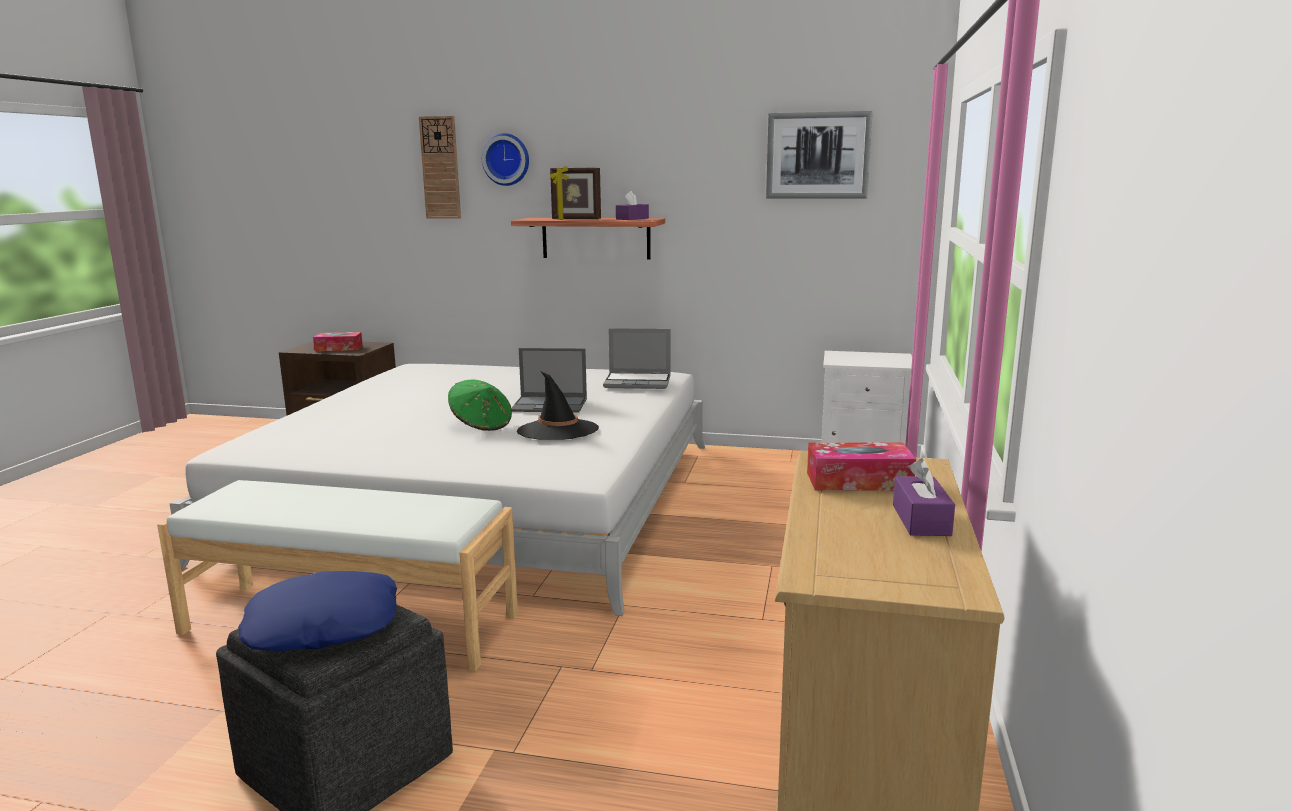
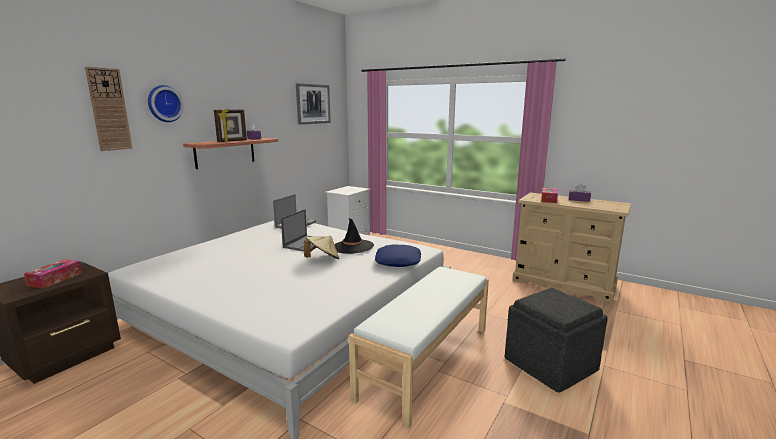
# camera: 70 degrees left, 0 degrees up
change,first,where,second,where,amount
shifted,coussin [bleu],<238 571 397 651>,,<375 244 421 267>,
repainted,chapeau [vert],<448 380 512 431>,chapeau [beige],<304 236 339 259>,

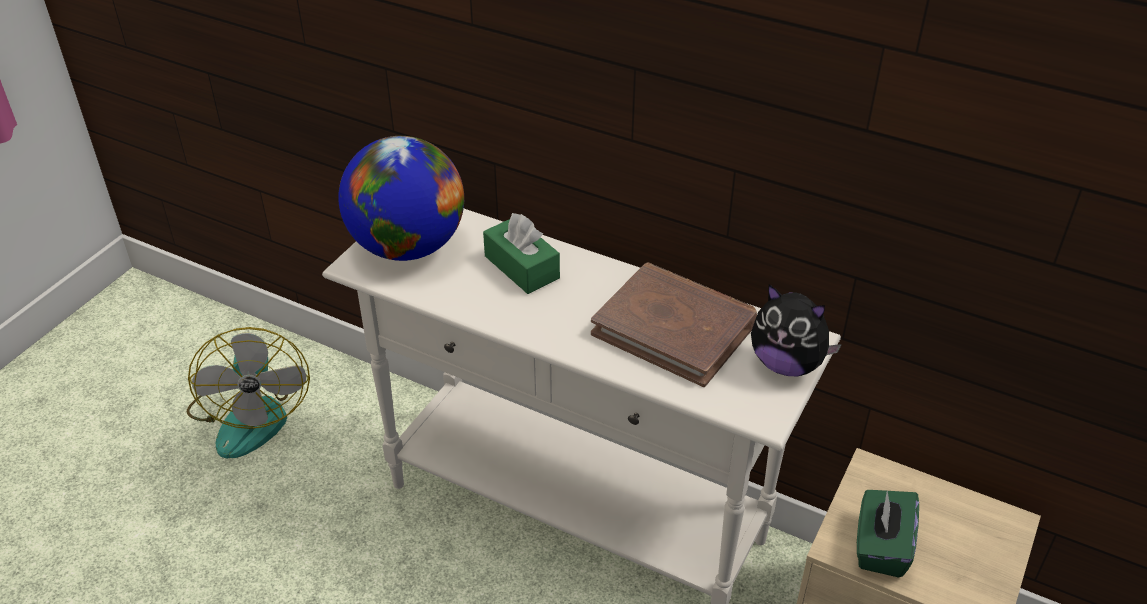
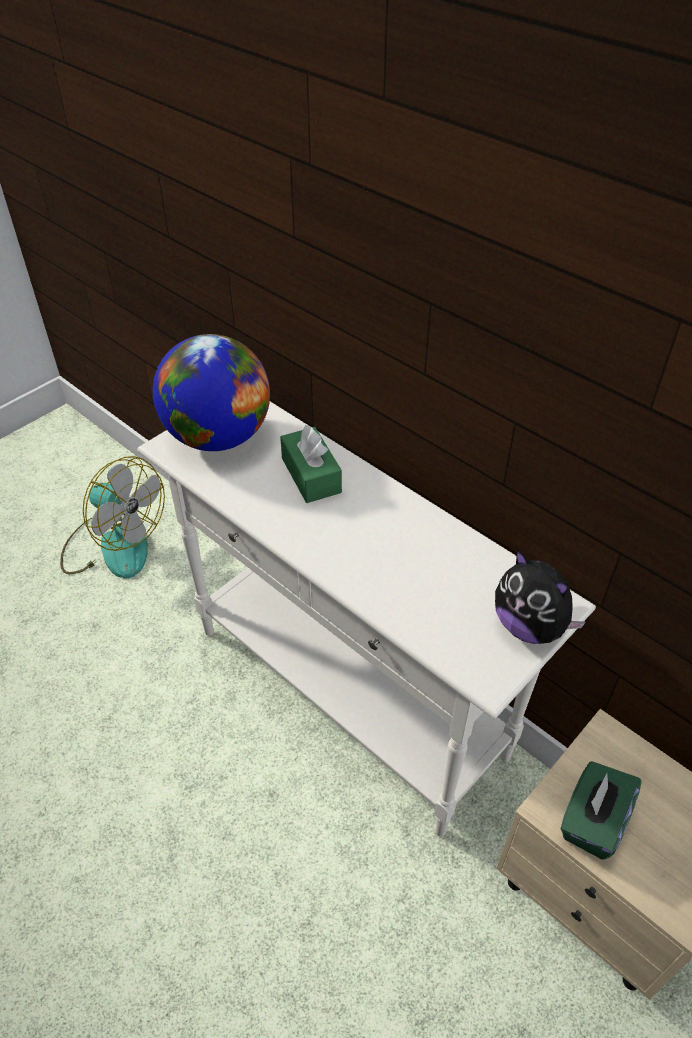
# camera: 15 degrees right, 5 degrees up
change,first,where,second,where,amount
rotated,ventilateur,<187 327 310 459>,,<60 456 165 579>,60 degrees counterclockwise
gone,livre [marron],<591 263 757 387>,,,

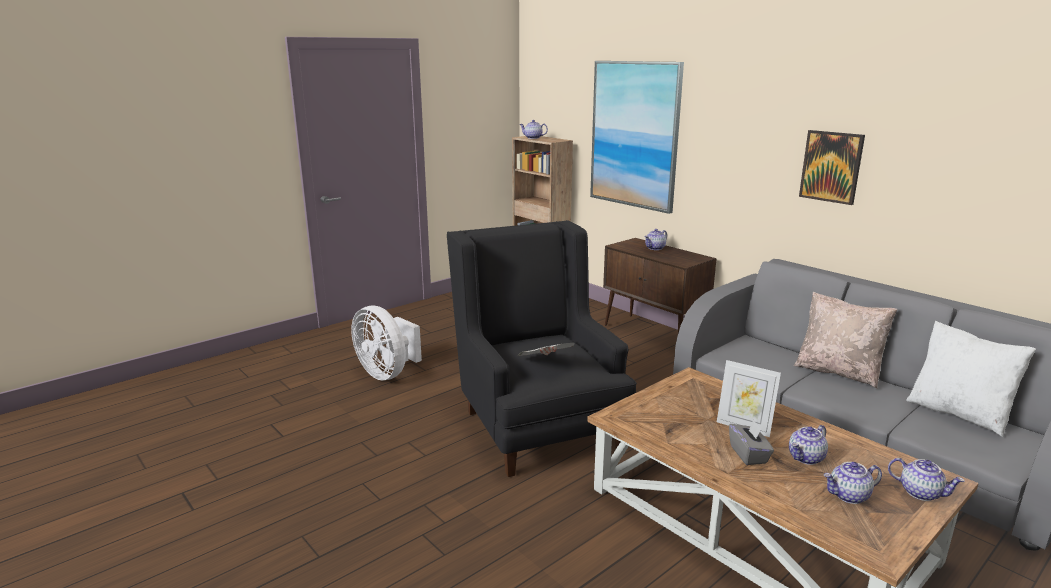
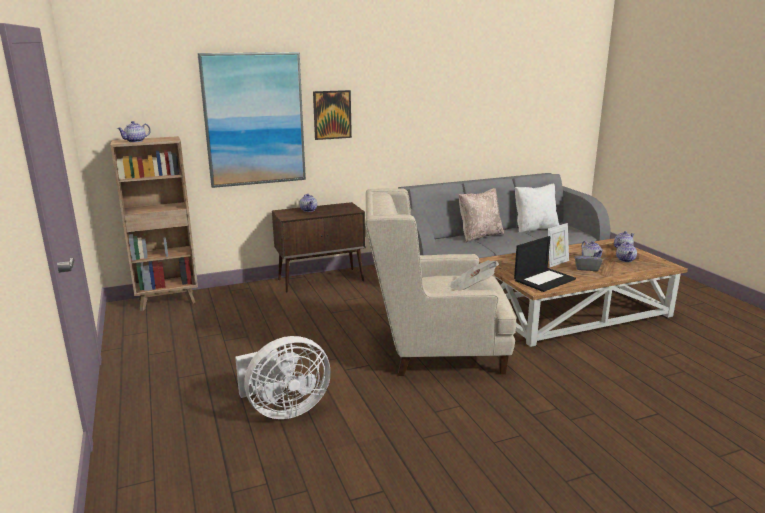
# camera: 70 degrees left, 0 degrees up
change,first,where,second,where,amount
repainted,fauteuil [noir],<447 220 637 477>,fauteuil [beige],<365 188 516 376>,
shifted,tableau,<799 130 865 205>,,<313 90 352 140>,
new,,,ordinateur portable,<514 236 576 292>,

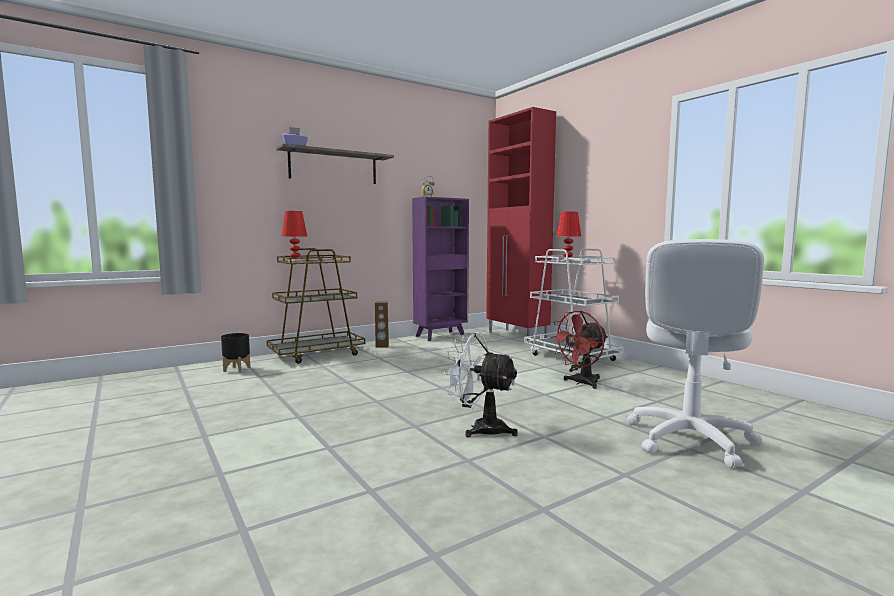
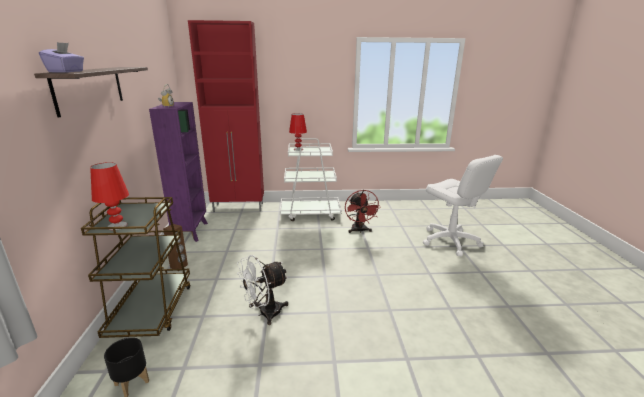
# camera: 60 degrees left, 15 degrees up
change,first,where,second,where,amount
shifted,ventilateur [blanc],<444 332 518 437>,,<237 255 288 325>,

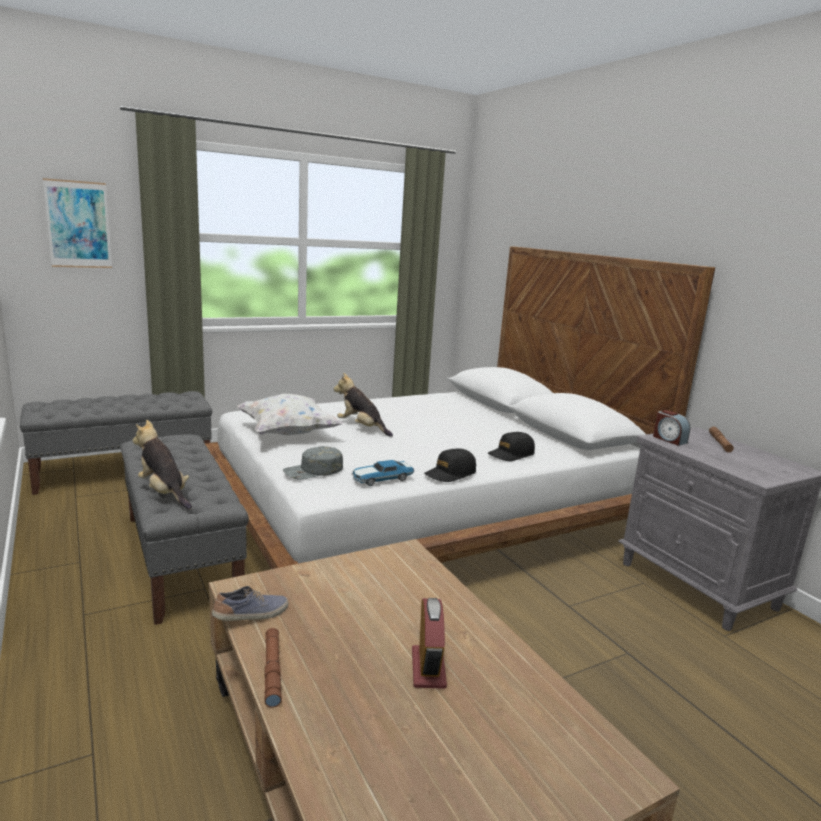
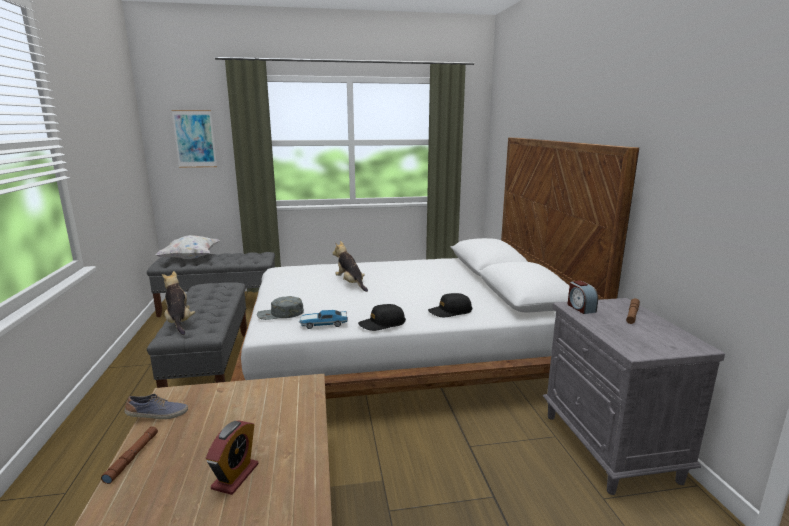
# camera: 20 degrees right, 0 degrees up
change,first,where,second,where,amount
shifted,coussin [blanc],<238 394 343 436>,,<156 235 220 259>,

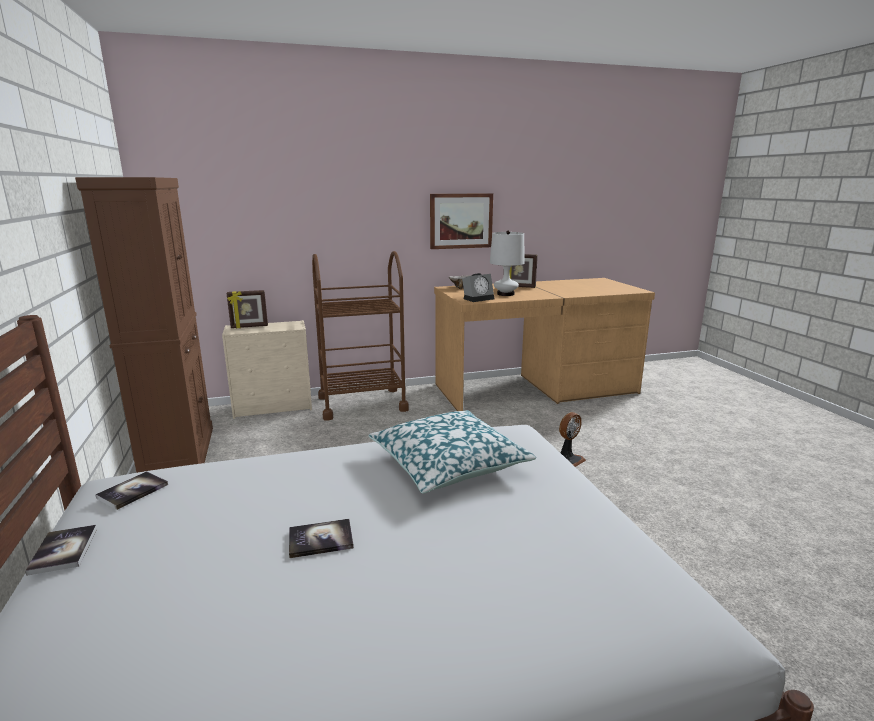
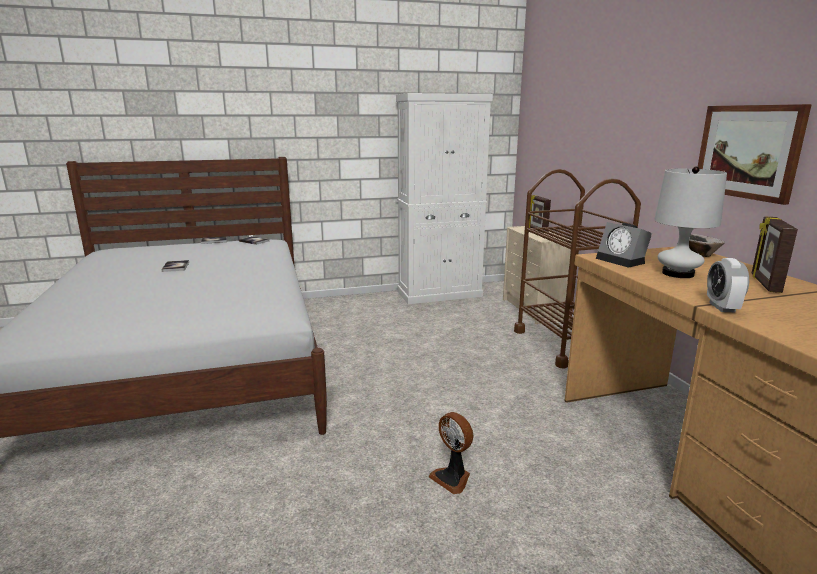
# camera: 90 degrees right, 0 degrees up
change,first,where,second,where,amount
repainted,meuble de rangement [marron],<75 177 213 473>,meuble de rangement [blanc],<396 93 493 304>,
gone,coussin,<368 410 536 494>,,,
new,,,réveil,<707 258 749 312>,

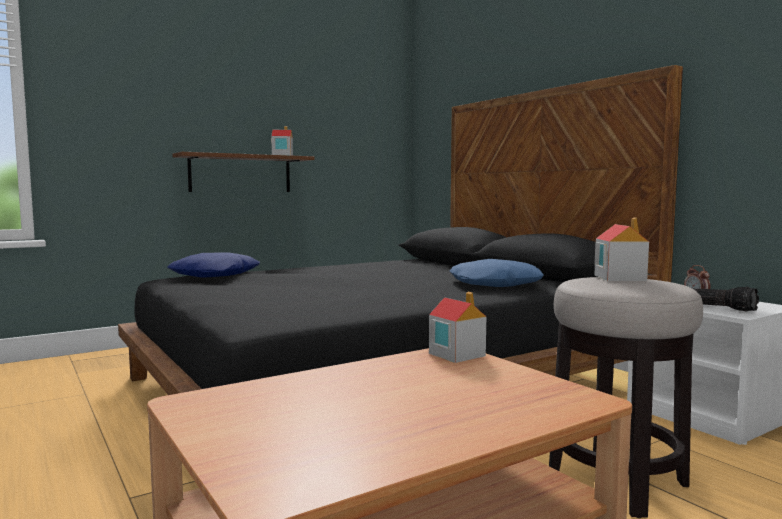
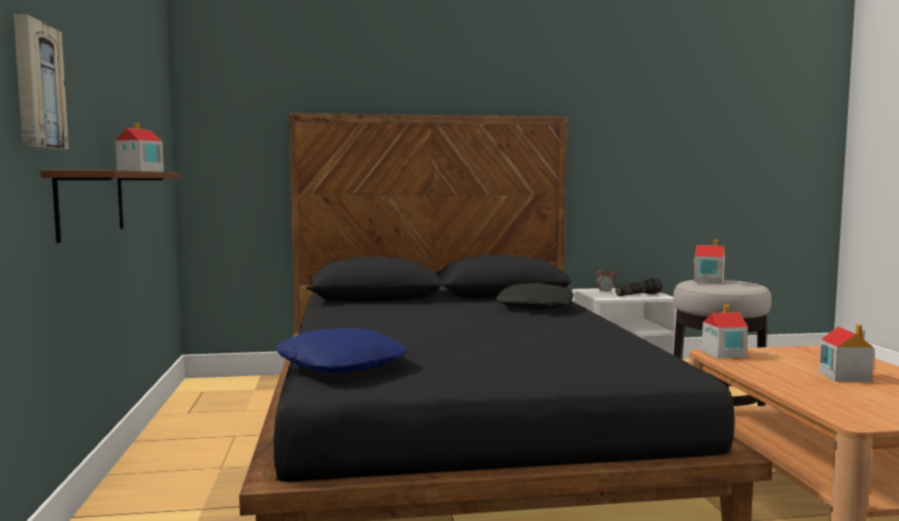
# camera: 65 degrees left, 0 degrees up
change,first,where,second,where,amount
repainted,coussin [bleu],<450 259 544 287>,coussin [noir],<496 283 573 310>,
new,,,tableau,<14 14 69 149>,
new,,,maison miniature,<819 324 874 382>,

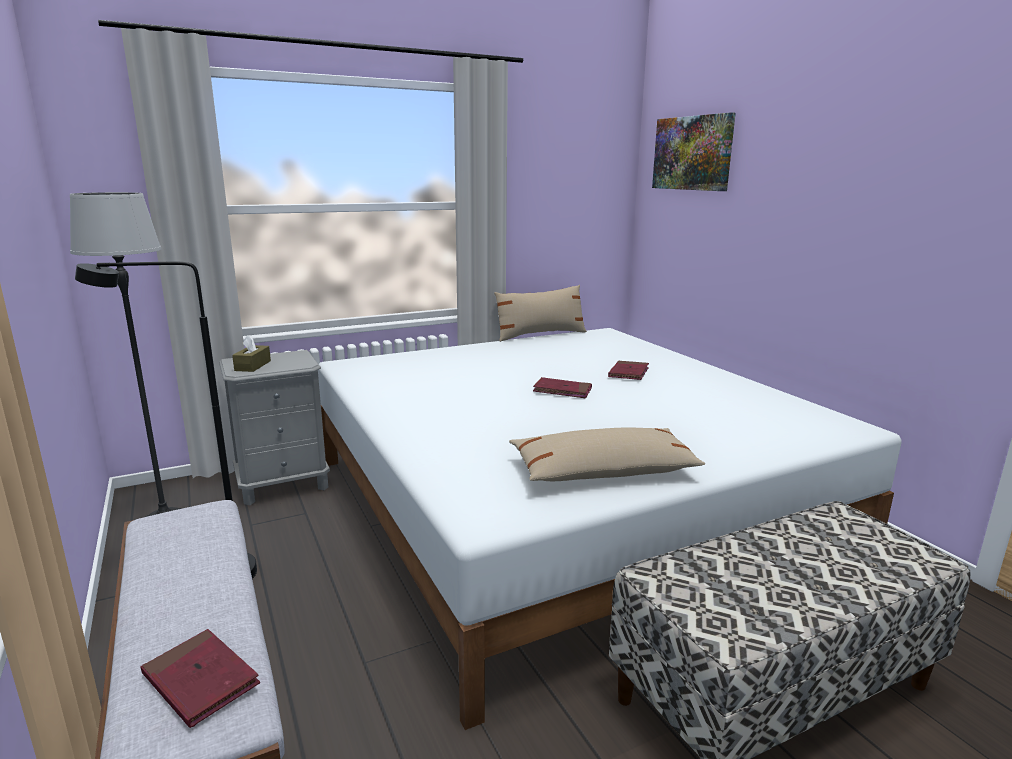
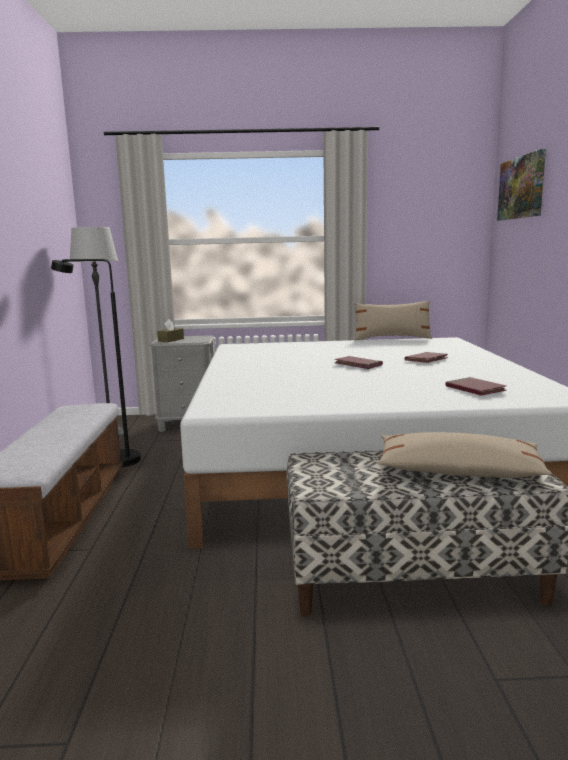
# camera: 25 degrees right, 5 degrees down
change,first,where,second,where,amount
shifted,livre [rouge],<141 629 260 728>,,<446 377 506 396>,
shifted,coussin [beige],<509 427 705 481>,,<377 432 552 478>,

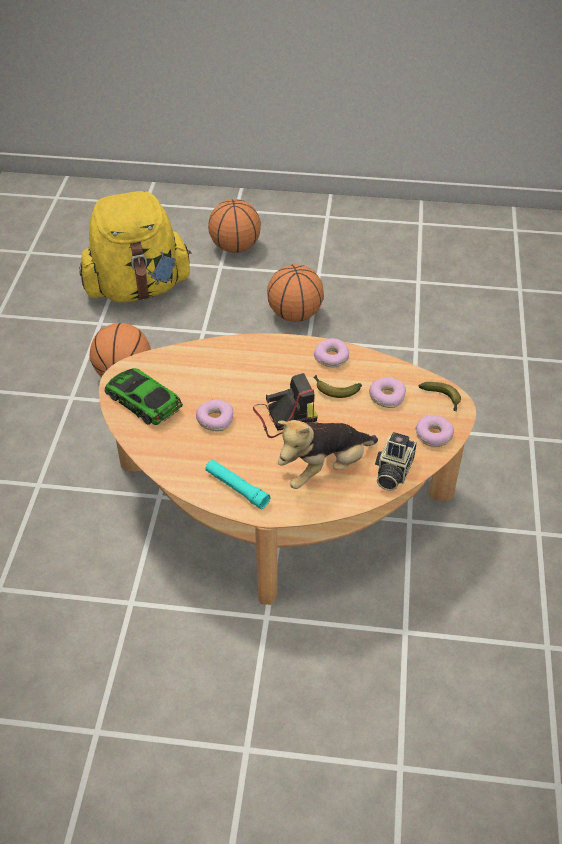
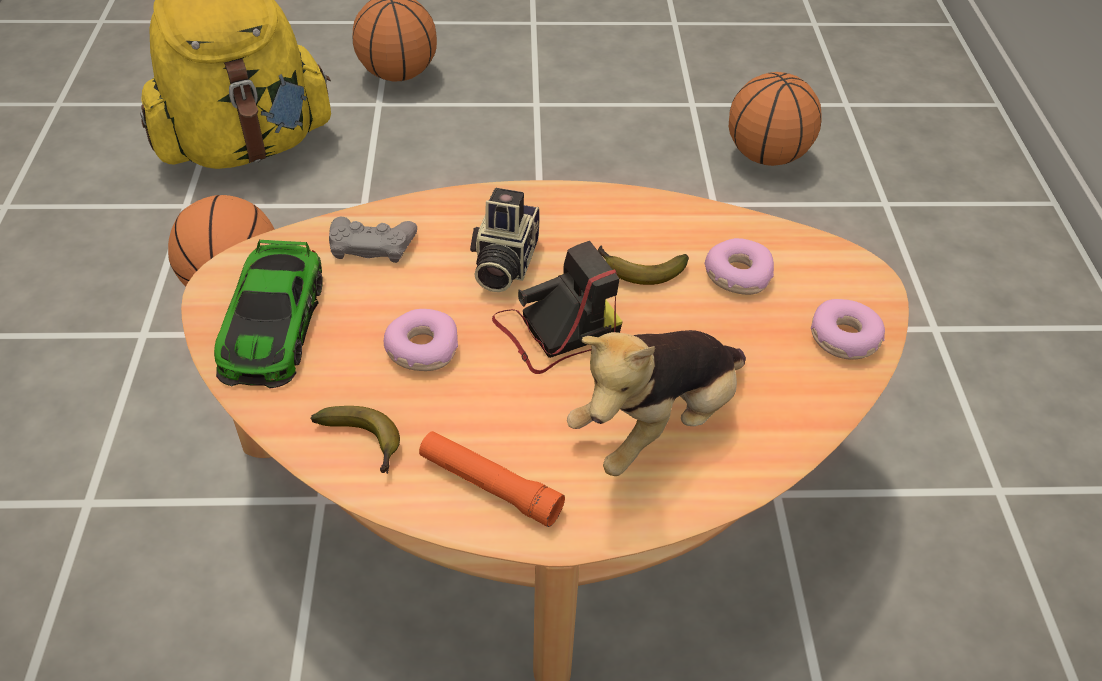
# camera: 10 degrees left, 0 degrees up
change,first,where,second,where,amount
rotated,petite voiture,<105 368 183 425>,,<214 240 323 389>,120 degrees counterclockwise
repainted,lampe de poche [turquoise],<205 460 270 509>,lampe de poche [orange],<419 431 565 527>,
shifted,ballon de basket,<267 264 324 322>,,<729 72 821 166>,
gone,beignet,<314 338 349 367>,,,
shifted,appareil photo,<375 432 417 491>,,<470 188 540 292>,
shifted,banane,<419 382 461 412>,,<311 406 400 474>,
new,,,manette [gris],<329 217 417 263>,

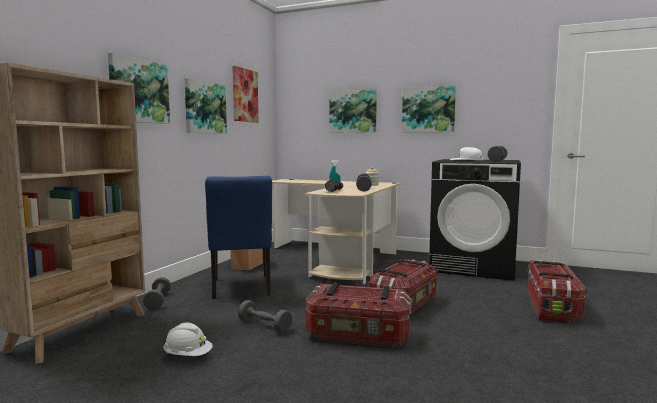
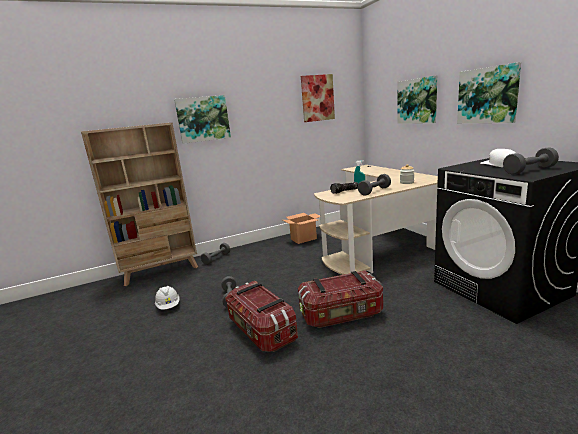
# camera: 45 degrees right, 10 degrees up
change,first,where,second,where,amount
gone,tableau,<185 78 227 134>,,,
gone,chaise [bleu],<205 176 272 299>,,,
gone,boîte de rangement,<528 260 587 323>,,,

